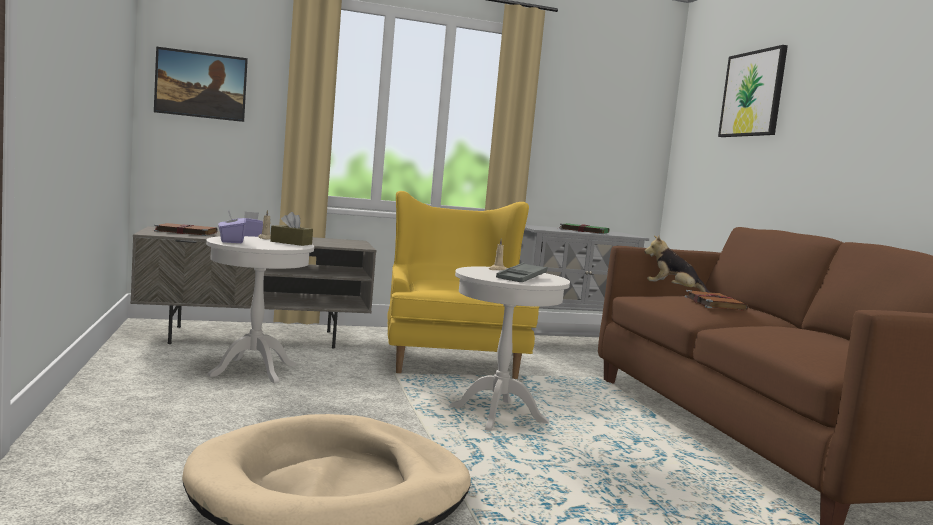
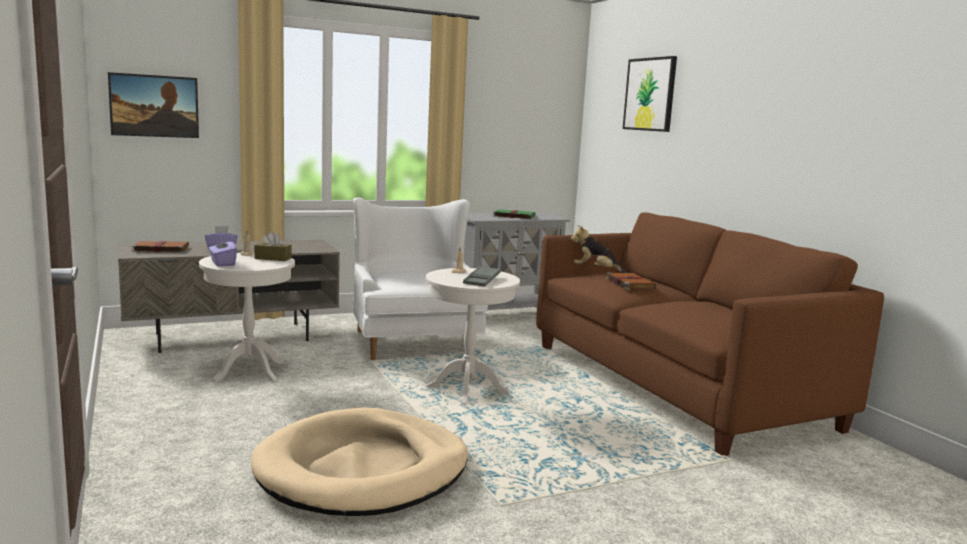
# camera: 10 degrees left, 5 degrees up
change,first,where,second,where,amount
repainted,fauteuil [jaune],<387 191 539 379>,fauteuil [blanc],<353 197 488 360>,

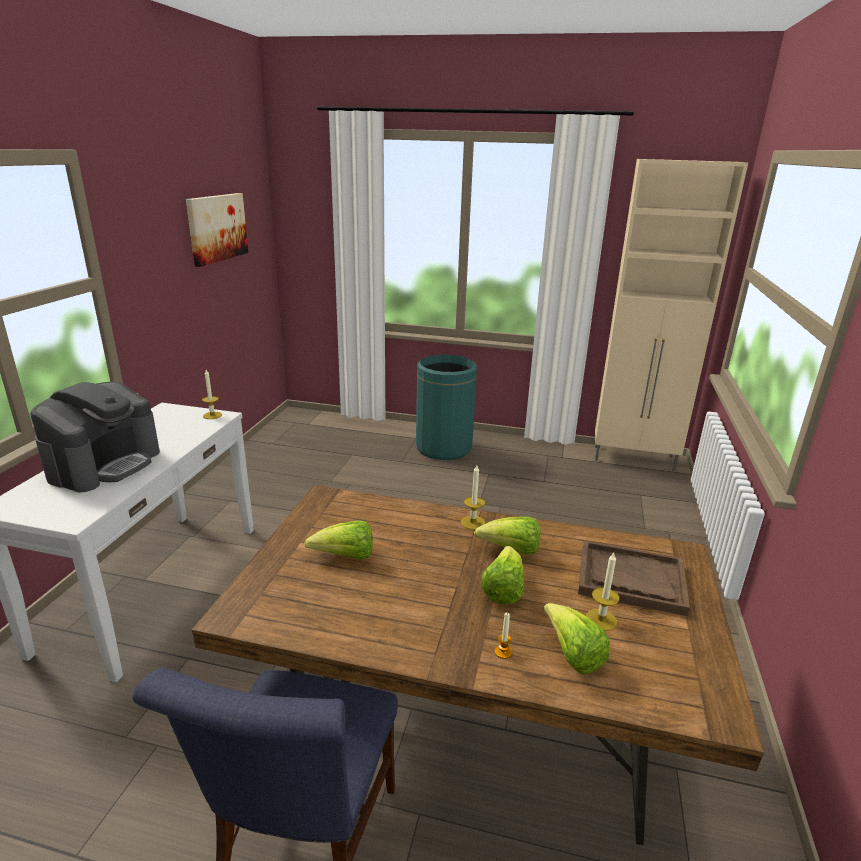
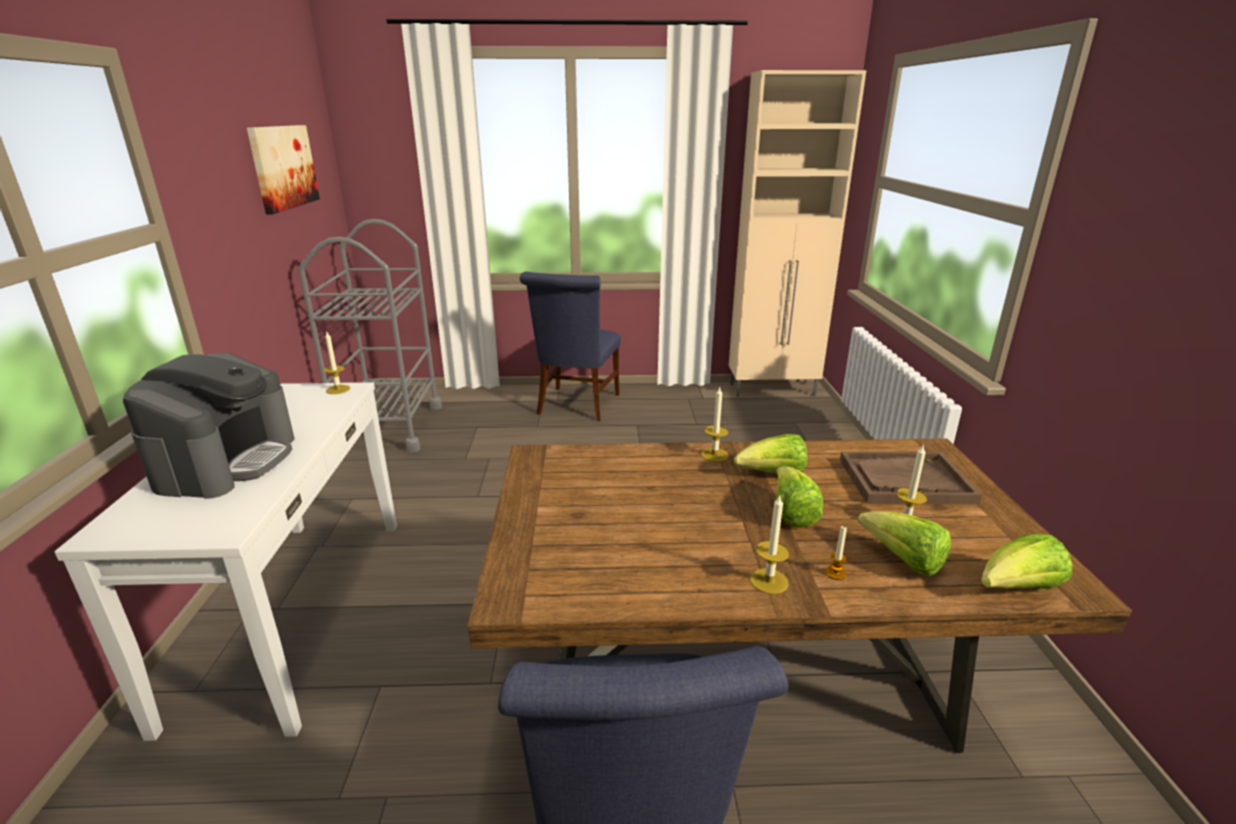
# camera: 15 degrees left, 0 degrees up
change,first,where,second,where,amount
shifted,laitue,<304 520 373 560>,,<981 534 1073 589>,
swapped,poubelle [vert],<416 355 477 460>,chaise [bleu],<520 272 621 421>,
new,,,chariot [gris],<298 219 442 453>,
new,,,bougie,<750 494 790 594>,

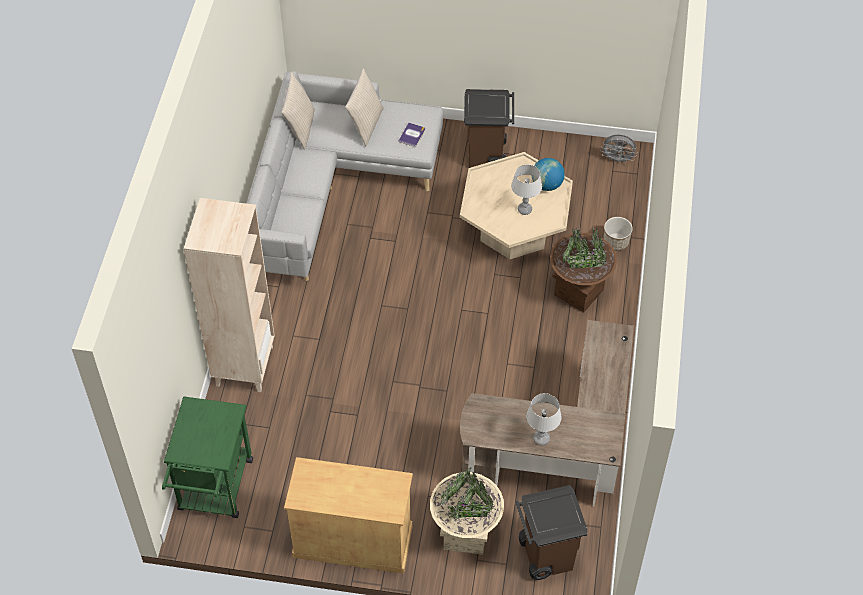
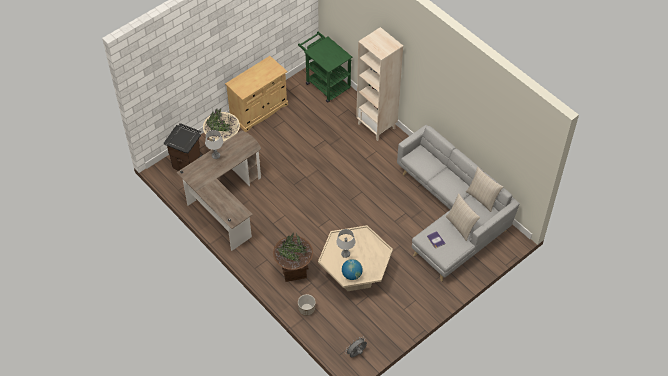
# camera: 130 degrees right, 0 degrees up
change,first,where,second,where,amount
gone,poubelle [marron],<464 89 514 168>,,,

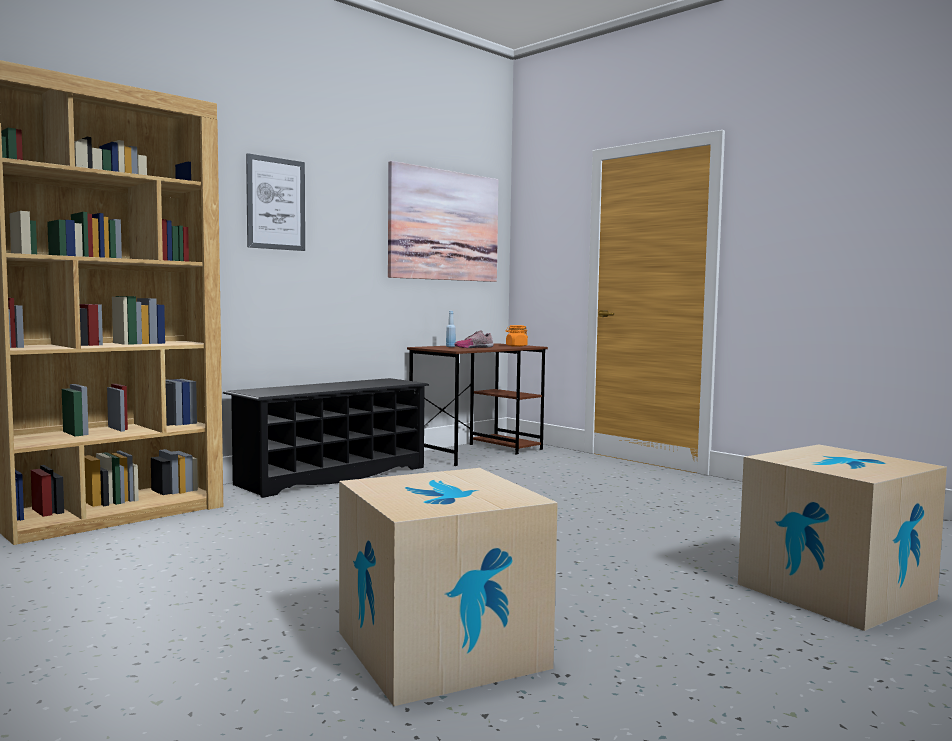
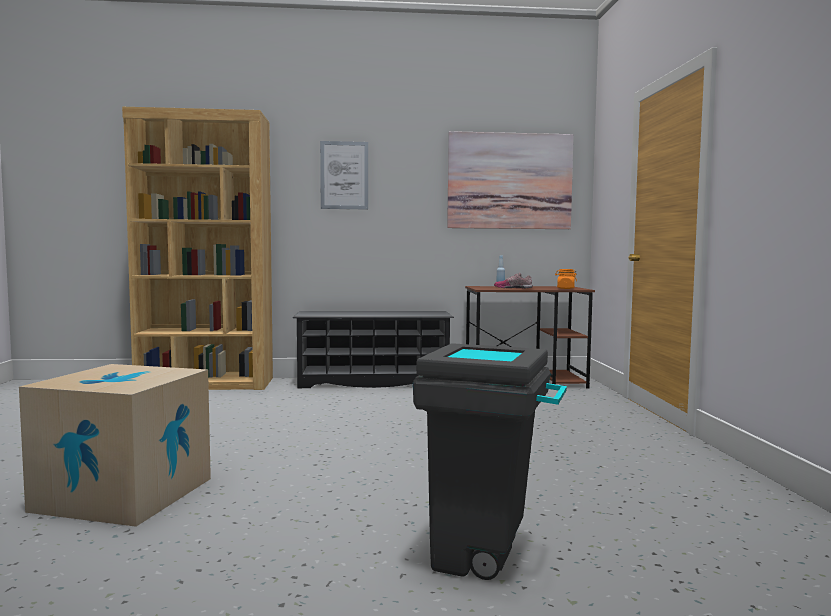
# camera: 40 degrees right, 0 degrees up
change,first,where,second,where,amount
swapped,carton,<738 445 947 631>,poubelle [gris],<413 343 567 580>,

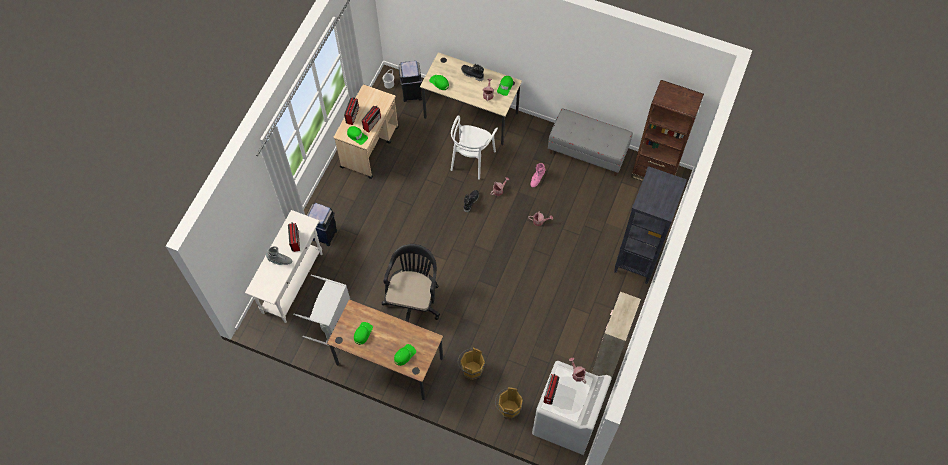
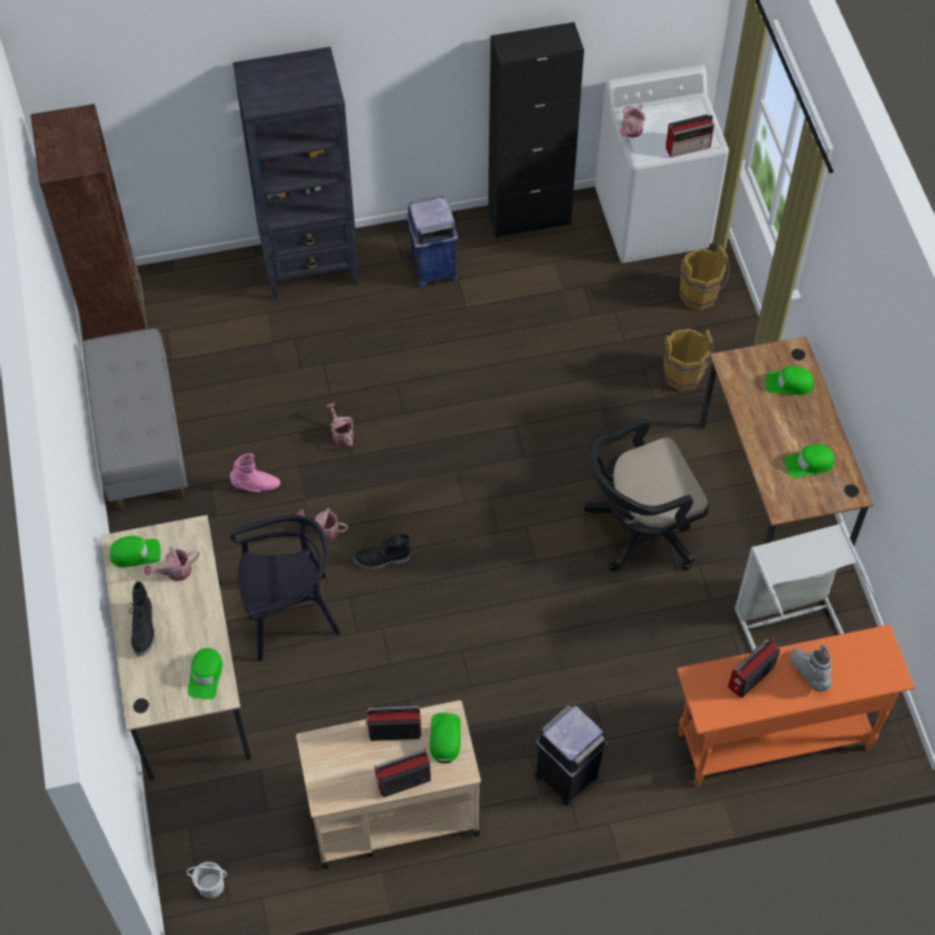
# camera: 125 degrees left, 5 degrees down
change,first,where,second,where,amount
repainted,table console [blanc],<245 210 323 323>,table console [orange],<677 624 915 787>,
shifted,poubelle [bleu],<306 203 337 246>,,<406 195 458 288>,
shifted,poubelle [noir],<399 61 422 102>,,<535 705 608 806>,
repainted,chaise [blanc],<451 115 498 180>,chaise [noir],<230 515 340 661>,
repainted,meuble de rangement [beige],<592 292 641 377>,meuble de rangement [noir],<488 22 584 238>,

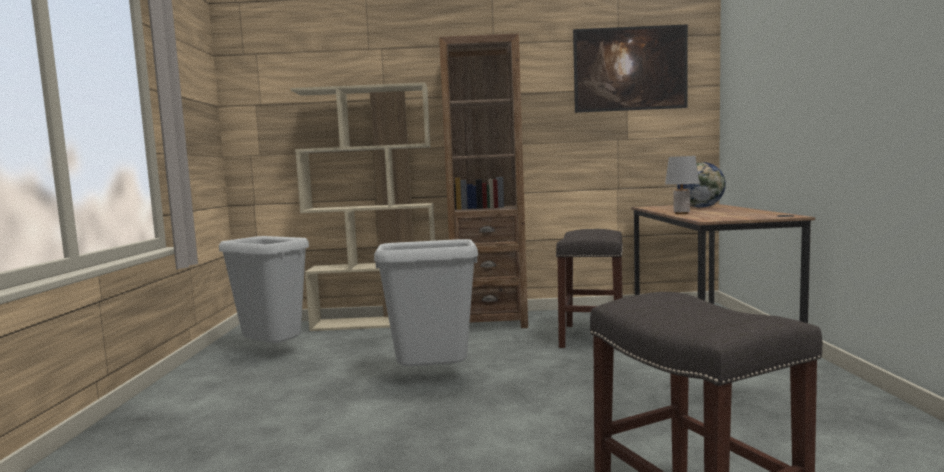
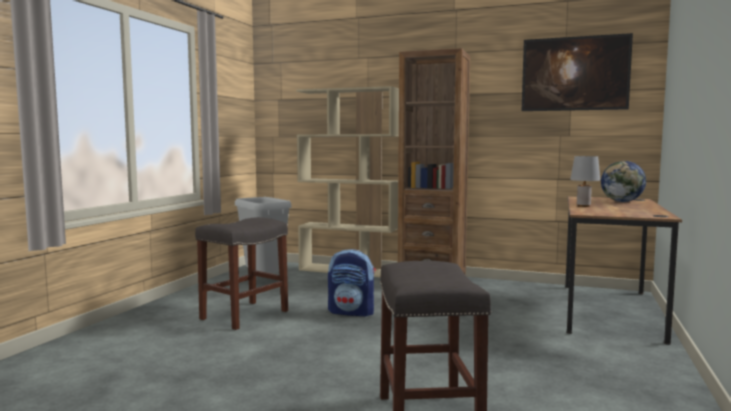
# camera: 20 degrees right, 0 degrees up
change,first,where,second,where,amount
swapped,poubelle [gris],<374 239 478 366>,sac à dos,<328 249 376 317>,
shifted,tabouret [gris],<556 229 623 348>,,<195 217 288 330>,

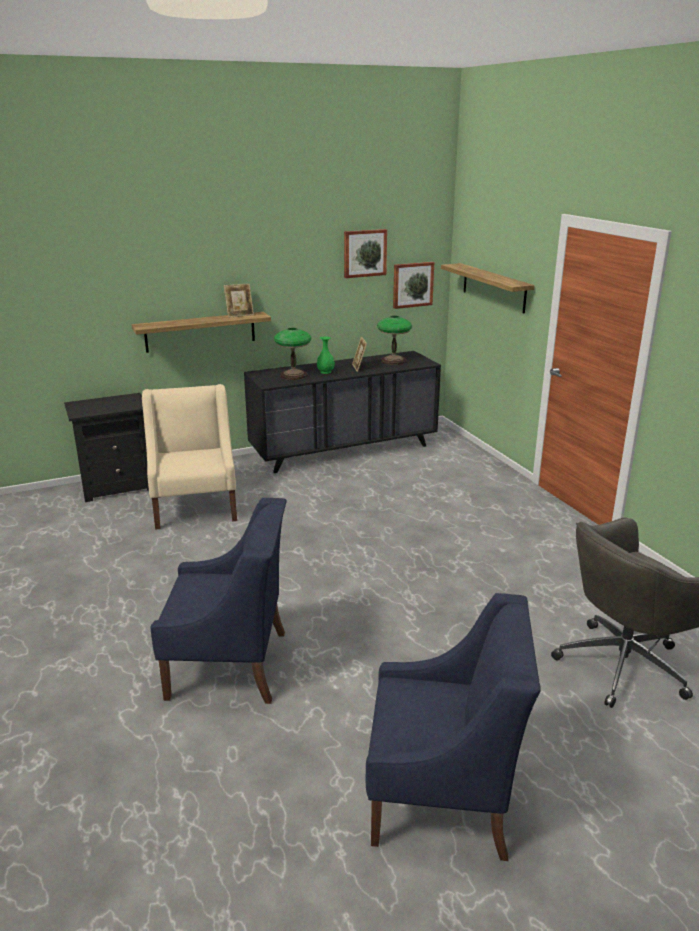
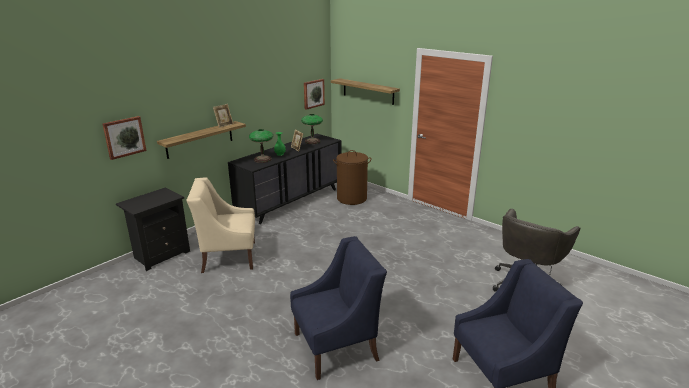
# camera: 25 degrees left, 0 degrees up
change,first,where,second,where,amount
rotated,fauteuil [beige],<142 384 237 530>,,<186 178 255 273>,60 degrees counterclockwise
shifted,tableau,<344 229 387 278>,,<103 116 146 160>,
new,,,panier à linge [marron],<333 150 371 205>,

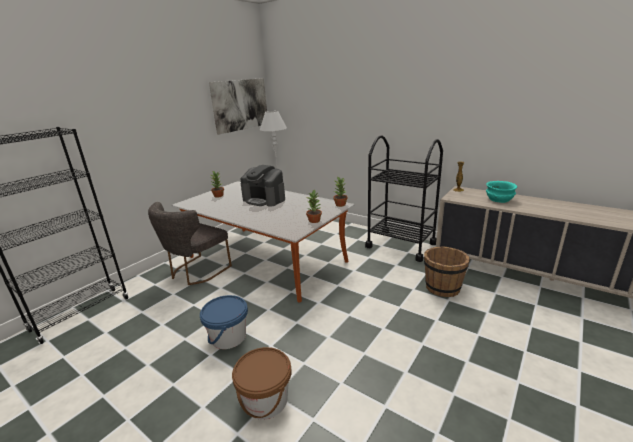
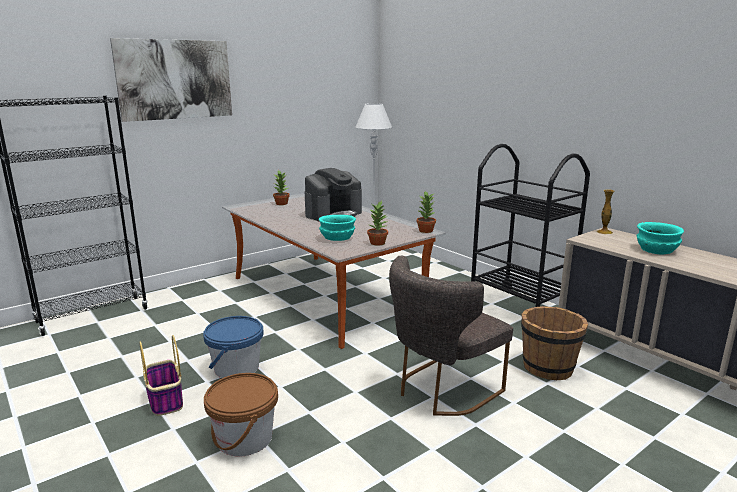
# camera: 15 degrees right, 5 degrees down
change,first,where,second,where,amount
shifted,chaise [gris],<148 202 232 285>,,<389 256 513 416>,
shifted,tableau,<209 78 267 135>,,<110 38 232 122>,
rotated,machine à café,<240 165 285 207>,,<305 168 362 222>,90 degrees counterclockwise
new,,,panier,<139 335 183 416>,
new,,,bol [turquoise],<319 215 356 241>,

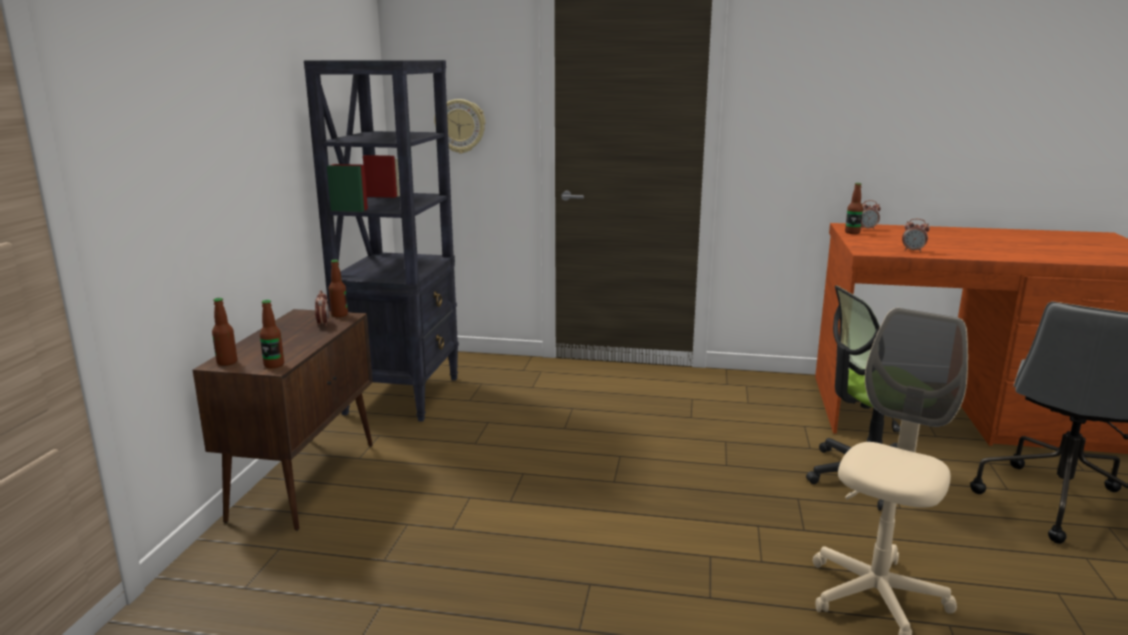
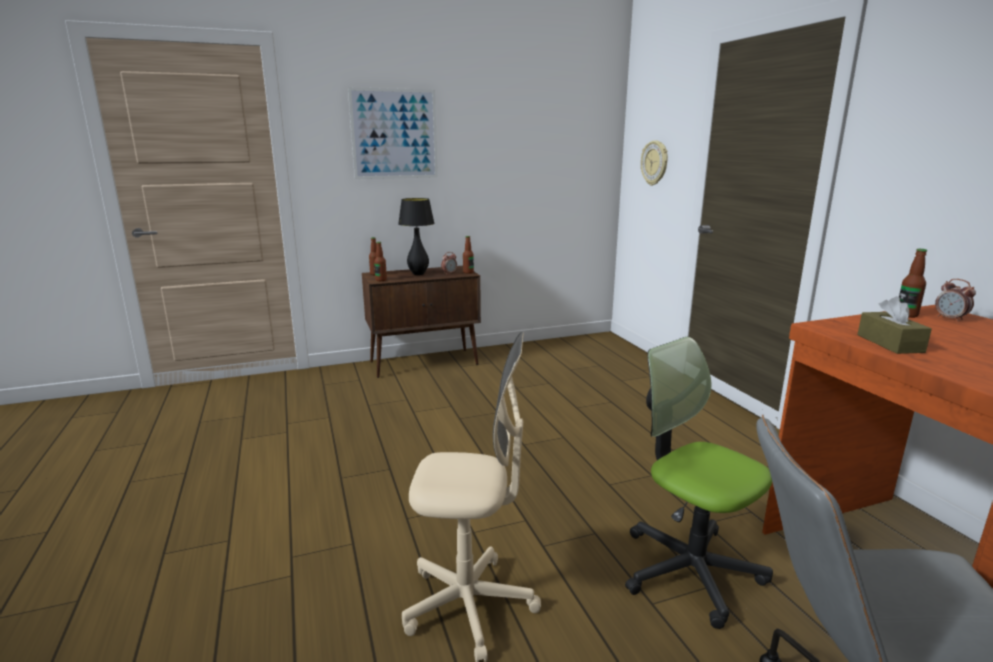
# camera: 60 degrees right, 0 degrees up
change,first,where,second,where,amount
gone,bibliothèque [noir],<304 60 459 422>,,,
swapped,réveil,<902 219 930 252>,boîte à mouchoirs [marron],<857 296 932 354>,
new,,,tableau,<348 87 438 179>,
new,,,lampe de table [noir],<398 198 435 275>,

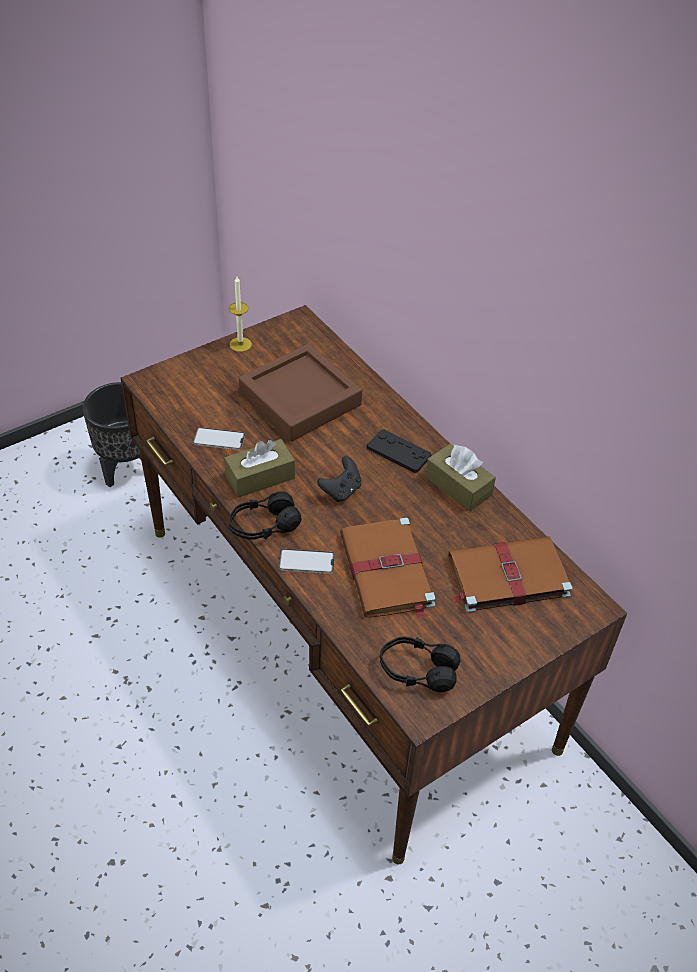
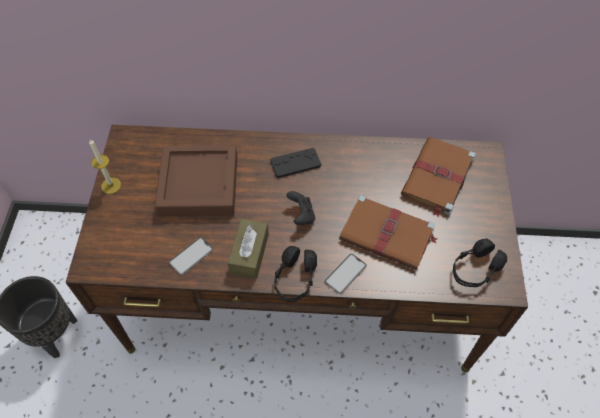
# camera: 50 degrees left, 10 degrees up
change,first,where,second,where,amount
gone,boîte à mouchoirs [marron],<425 444 496 511>,,,

